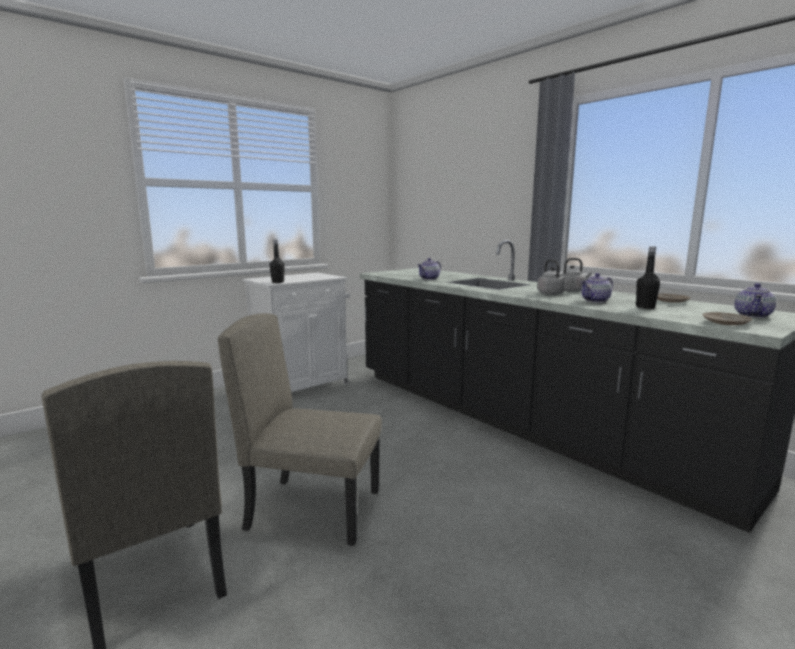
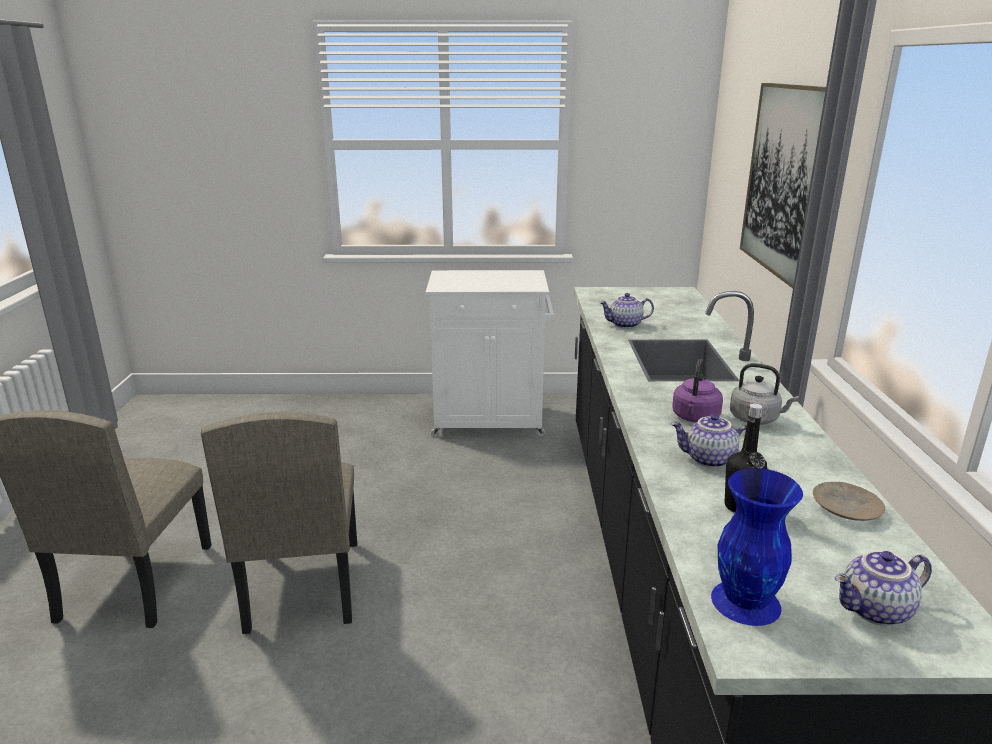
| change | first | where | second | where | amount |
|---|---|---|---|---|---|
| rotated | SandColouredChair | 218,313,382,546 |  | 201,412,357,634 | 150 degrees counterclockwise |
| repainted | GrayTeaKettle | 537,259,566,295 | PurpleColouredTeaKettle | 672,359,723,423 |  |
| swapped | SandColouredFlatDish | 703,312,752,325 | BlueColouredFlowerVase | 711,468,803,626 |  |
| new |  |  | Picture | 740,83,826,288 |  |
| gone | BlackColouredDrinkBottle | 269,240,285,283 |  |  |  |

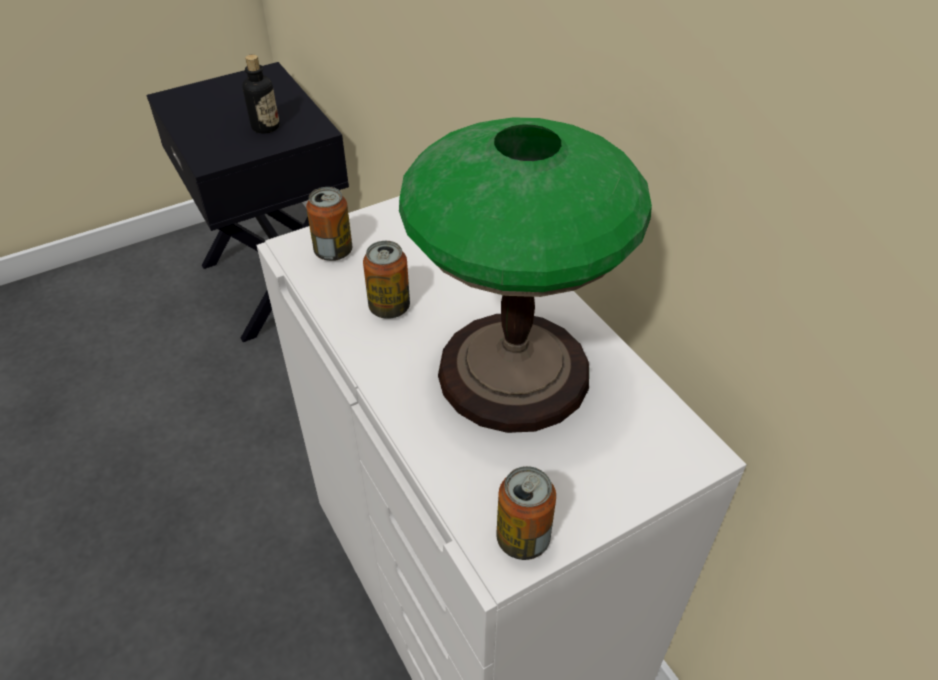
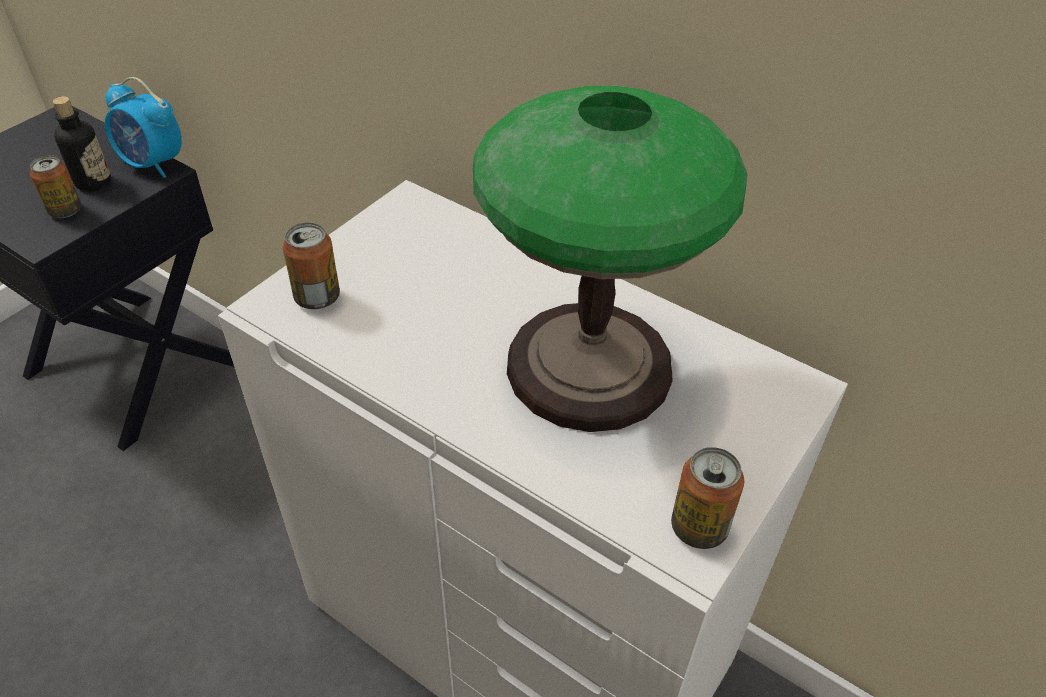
| change | first | where | second | where | amount |
|---|---|---|---|---|---|
| shifted | MetalCan | 363,241,410,319 |  | 30,155,81,218 |  |
| new |  |  | AlarmClock | 105,77,182,178 |  |

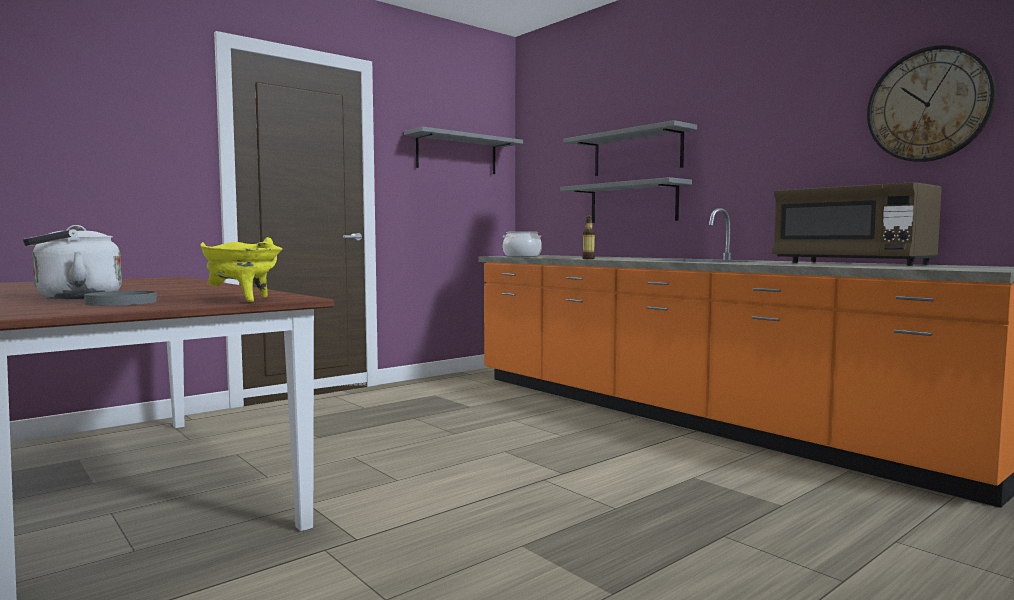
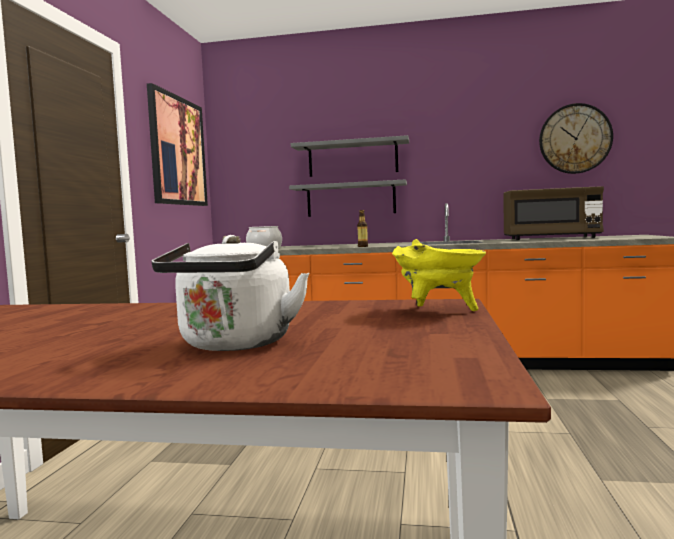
| change | first | where | second | where | amount |
|---|---|---|---|---|---|
| swapped | GrayBracketShelf | 404,127,523,174 | Picture | 147,83,208,206 |  |
| gone | GrayFlatDish | 84,291,157,306 |  |  |  |

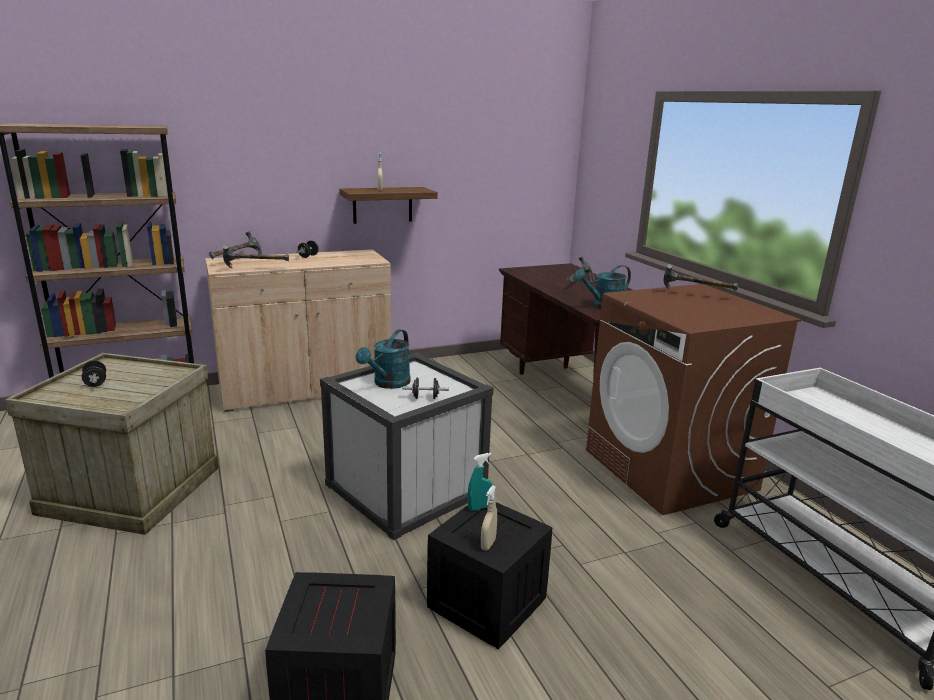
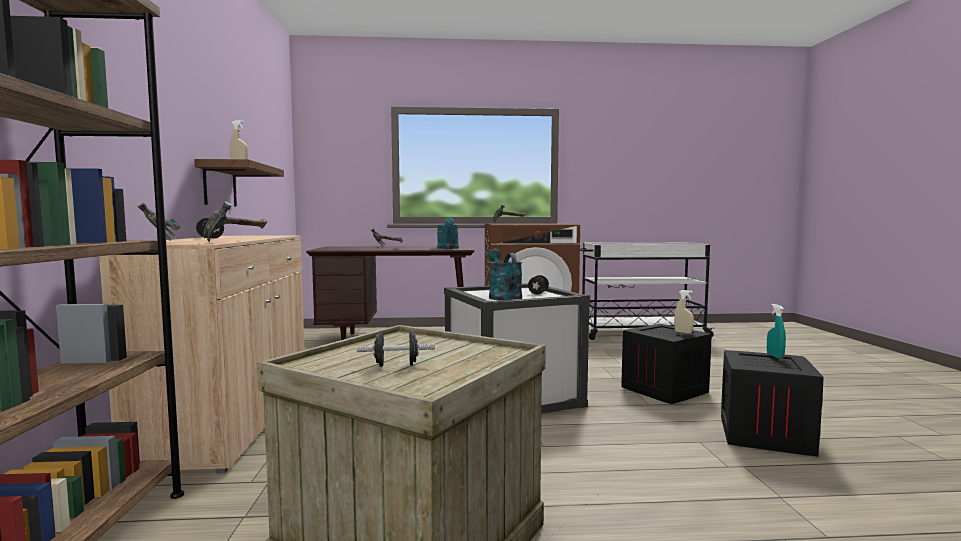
| change | first | where | second | where | amount |
|---|---|---|---|---|---|
| rotated | TurquoiseWateringPot | 355,329,411,389 |  | 488,249,522,300 | 150 degrees counterclockwise |
| shifted | TurquoiseSprayBottle | 468,453,493,511 |  | 767,304,786,359 |  |

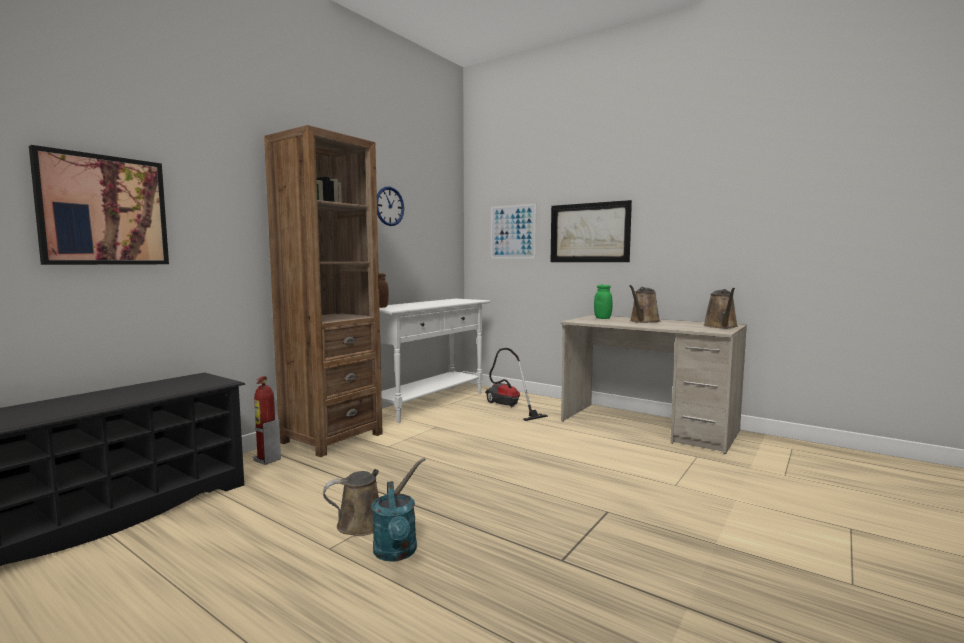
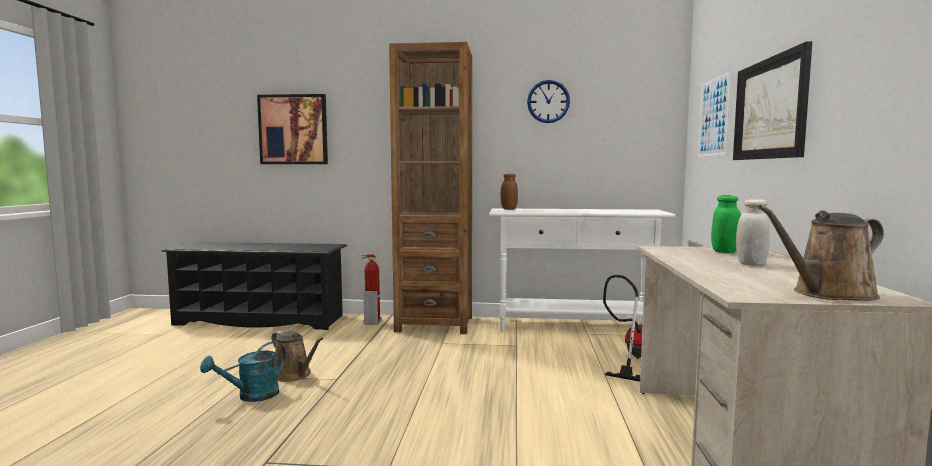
| change | first | where | second | where | amount |
|---|---|---|---|---|---|
| swapped | BrownColouredWateringPot | 629,285,660,323 | WhitishStorageJar | 736,199,770,266 |  |

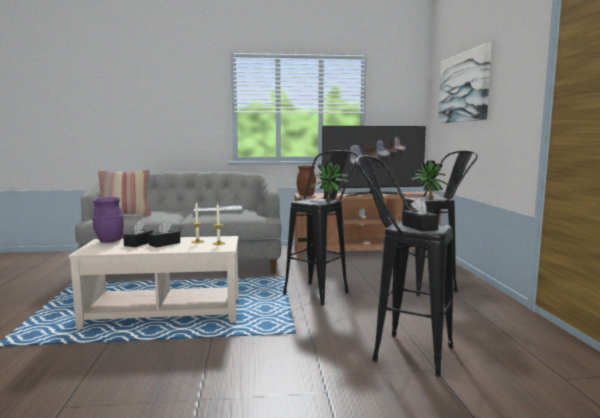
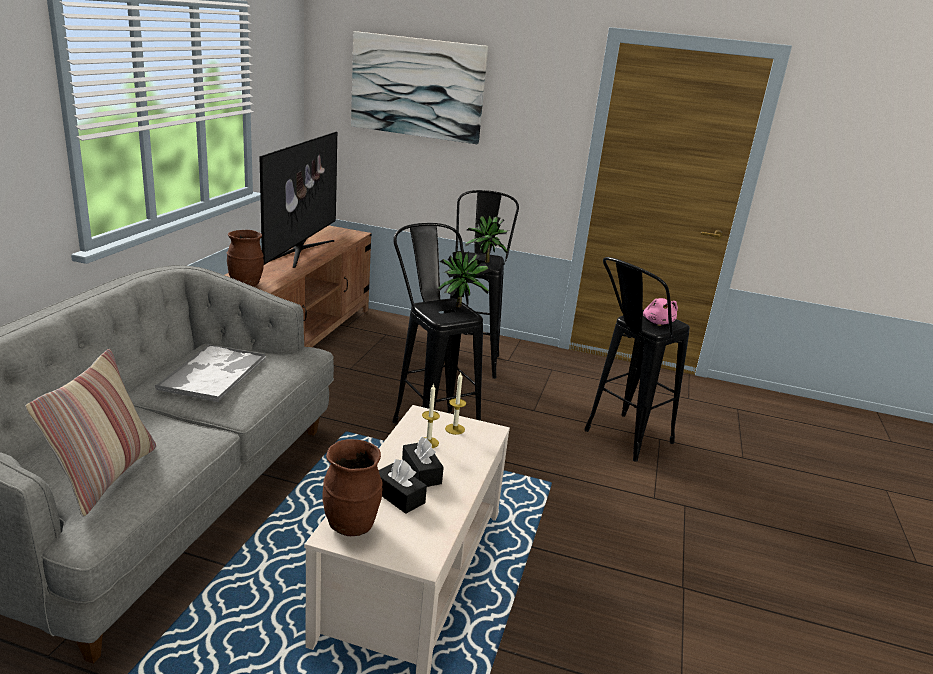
| change | first | where | second | where | amount |
|---|---|---|---|---|---|
| repainted | PurpleColouredFlowerVase | 92,197,124,243 | BrownColouredFlowerVase | 322,439,383,536 |  |
| swapped | BlackColouredTissueBox | 402,198,439,232 | PinkColouredPlushToy | 643,298,678,325 |  |

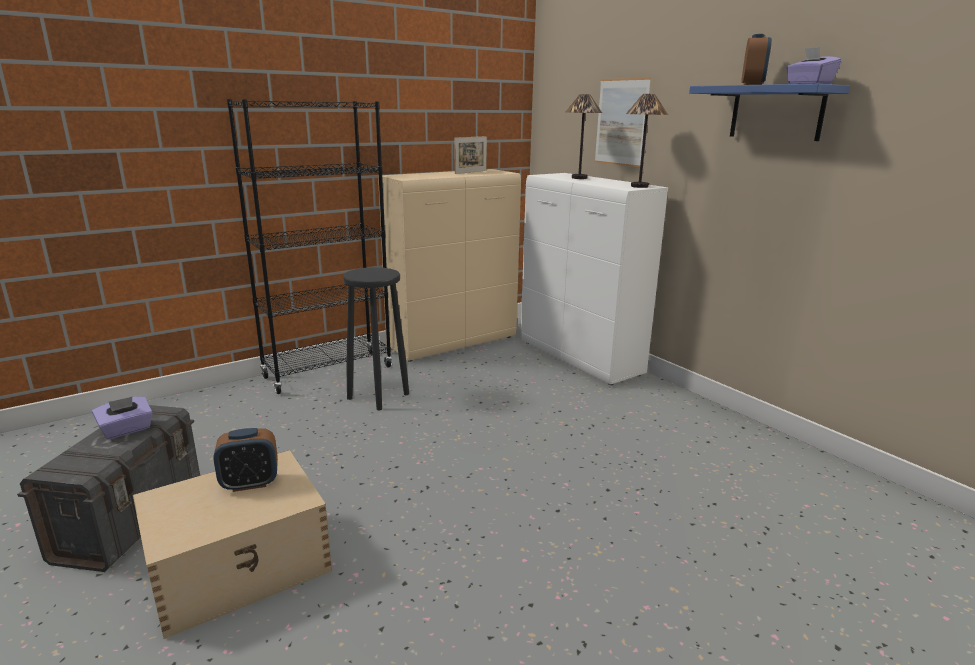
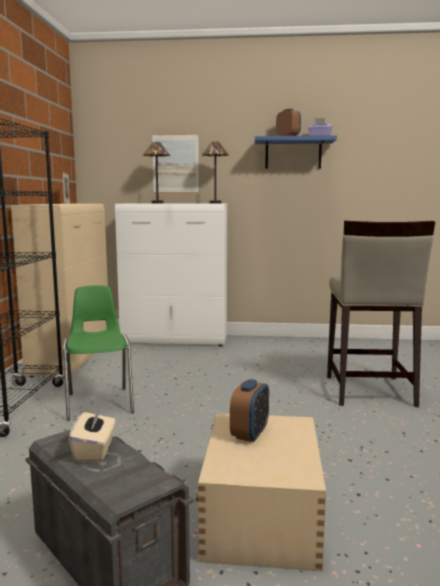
| change | first | where | second | where | amount |
|---|---|---|---|---|---|
| swapped | BlackColouredStoolSeat | 343,267,409,410 | GreenColouredChair | 63,285,134,421 |  |
| repainted | PurpleColouredTissueBox | 92,397,152,440 | SandColouredTissueBox | 69,407,116,462 |  |
| new |  |  | SandColouredStoolSeat | 327,221,435,407 |  |

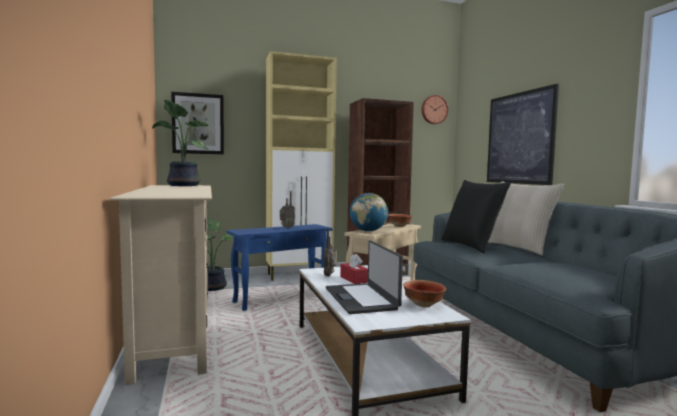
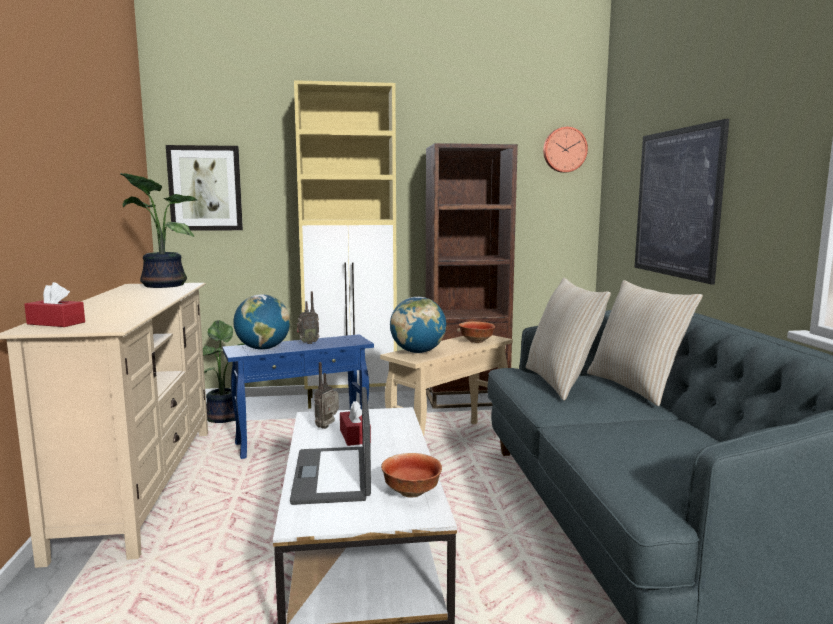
| change | first | where | second | where | amount |
|---|---|---|---|---|---|
| new |  |  | RedTissueBox | 24,282,85,327 |  |
| new |  |  | WorldGlobe | 233,294,290,350 |  |
| repainted | BlackColouredPillow | 441,180,511,254 | SandColouredPillow | 526,278,611,401 |  |

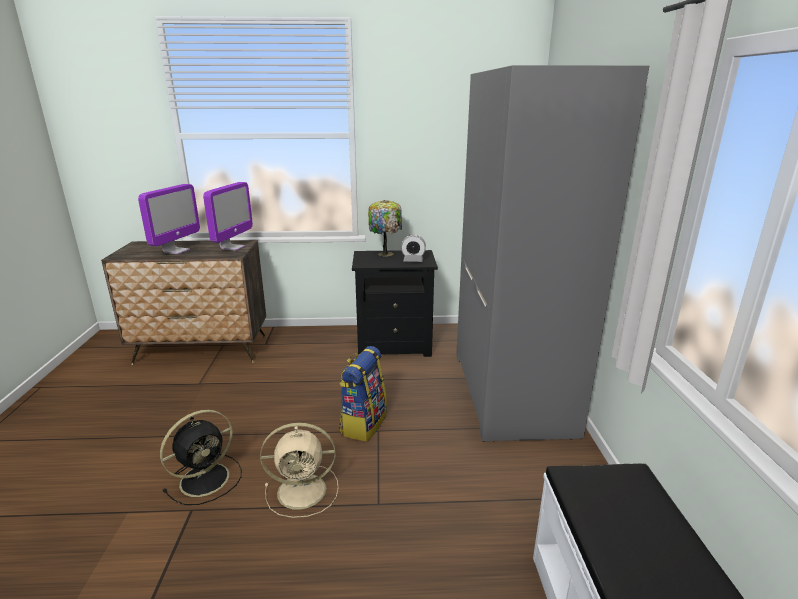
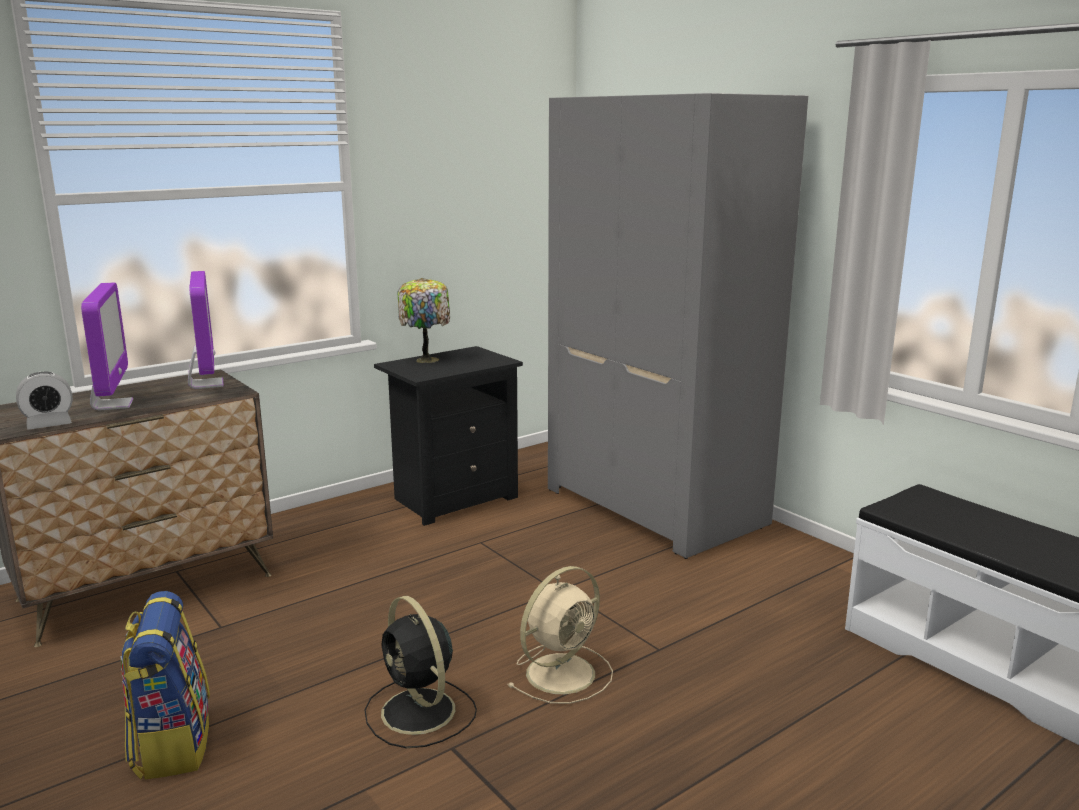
| change | first | where | second | where | amount |
|---|---|---|---|---|---|
| shifted | AlarmClock | 401,234,426,262 |  | 16,372,73,430 |  |
| shifted | Backpack | 339,346,387,442 |  | 120,591,210,780 |  |
| rotated | BlackColouredElectricFan | 160,410,242,505 |  | 364,596,477,748 | 135 degrees clockwise |

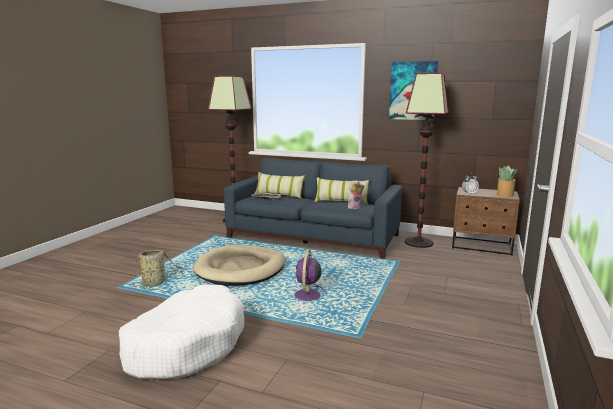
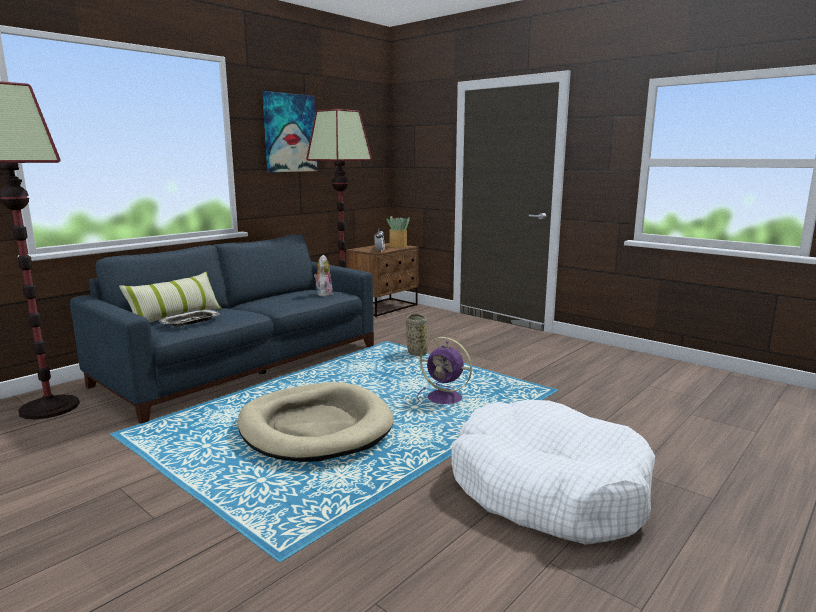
| change | first | where | second | where | amount |
|---|---|---|---|---|---|
| shifted | Basket | 132,250,184,288 |  | 398,314,440,359 |  |
| gone | Pillow | 314,177,370,205 |  |  |  |

